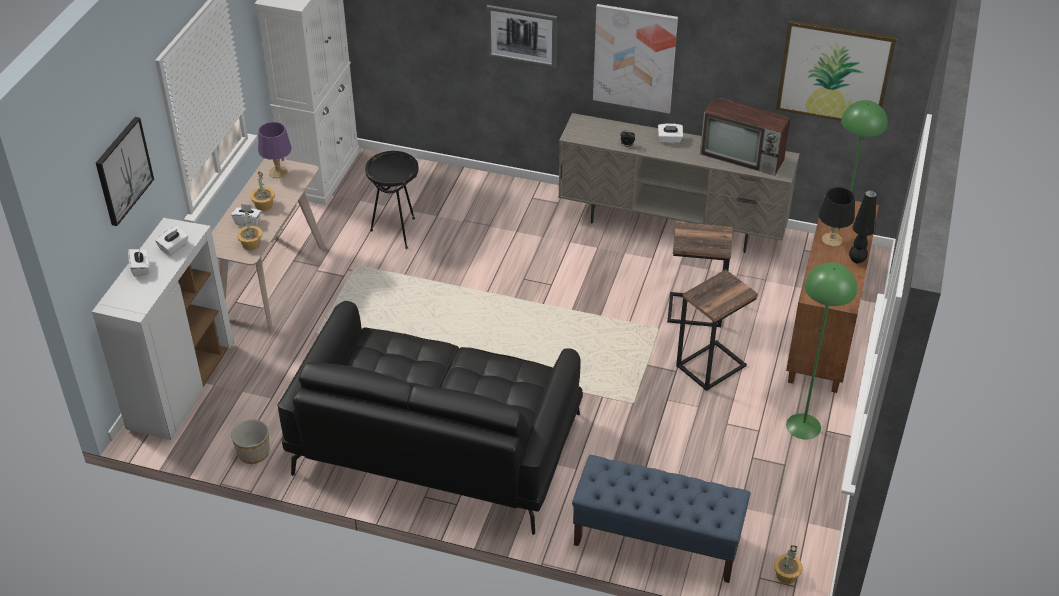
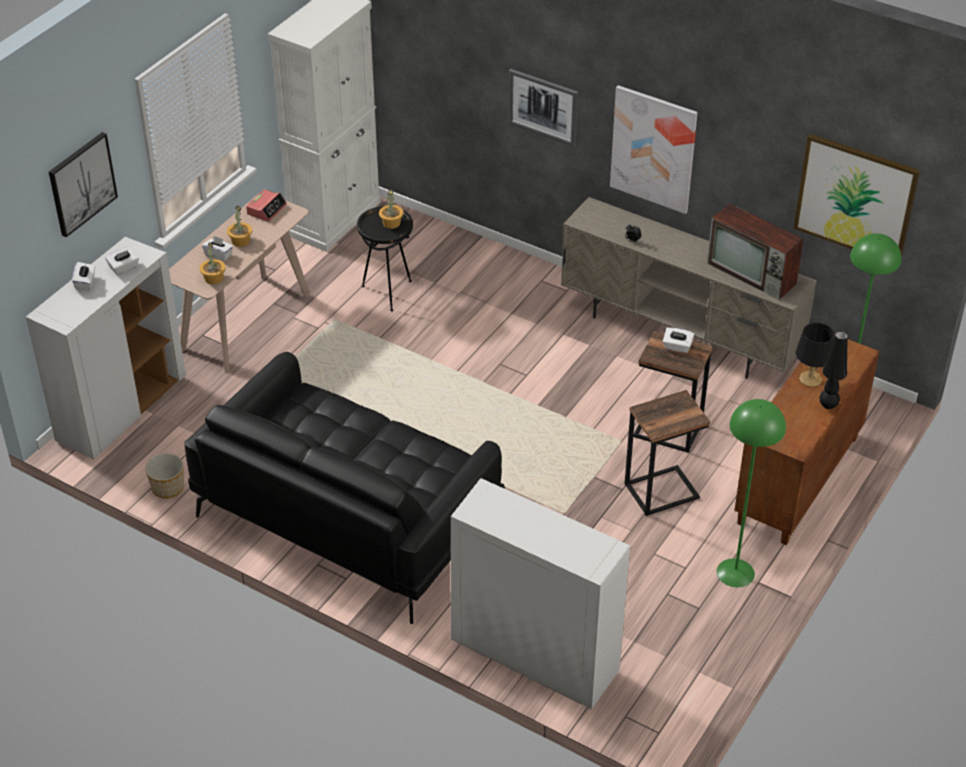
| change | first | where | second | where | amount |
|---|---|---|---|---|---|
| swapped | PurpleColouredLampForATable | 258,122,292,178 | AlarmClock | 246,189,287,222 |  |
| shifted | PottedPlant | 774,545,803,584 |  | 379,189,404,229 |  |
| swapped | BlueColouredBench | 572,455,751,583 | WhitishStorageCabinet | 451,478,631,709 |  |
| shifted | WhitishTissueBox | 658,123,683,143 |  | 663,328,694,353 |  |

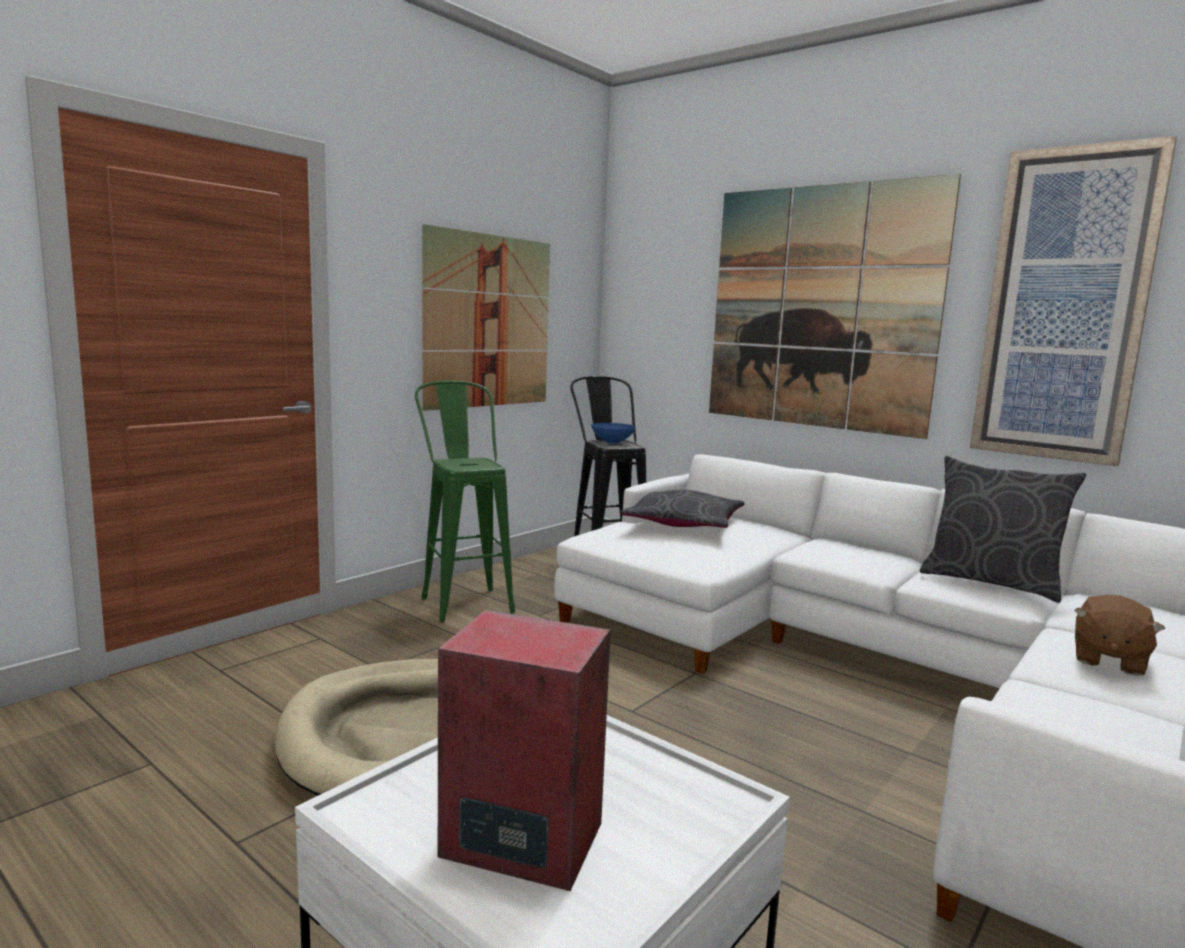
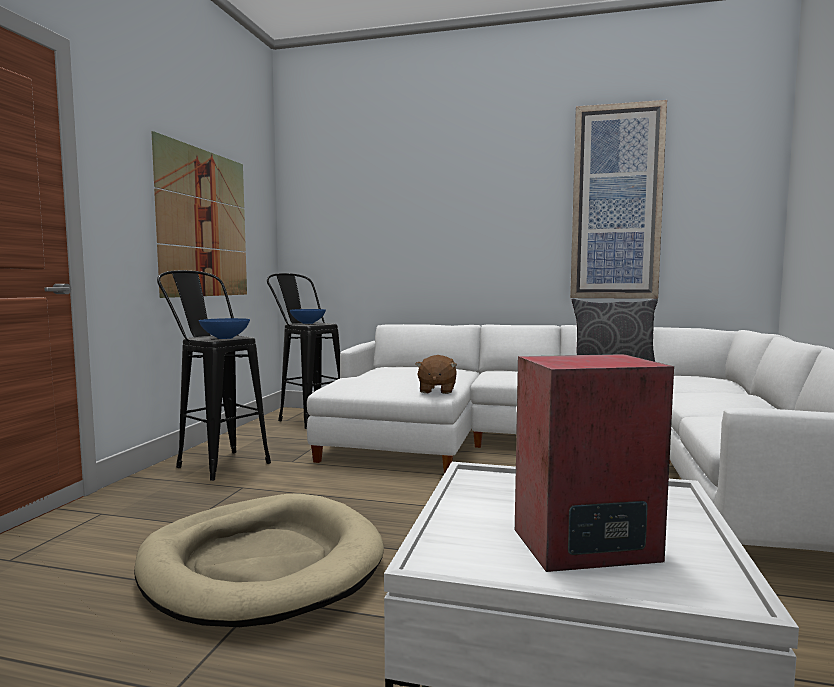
| change | first | where | second | where | amount |
|---|---|---|---|---|---|
| repainted | GreenColouredStoolSeat | 415,381,515,623 | BlackColouredStoolSeat | 157,270,271,481 |  |
| new |  |  | BlueColouredDeepDish | 199,318,250,339 |  |
| shifted | BrownColouredPlushToy | 1074,595,1165,676 |  | 416,355,457,394 |  |
| gone | GrayPillow | 620,490,744,528 |  |  |  |
| gone | Picture | 709,174,961,439 |  |  |  |

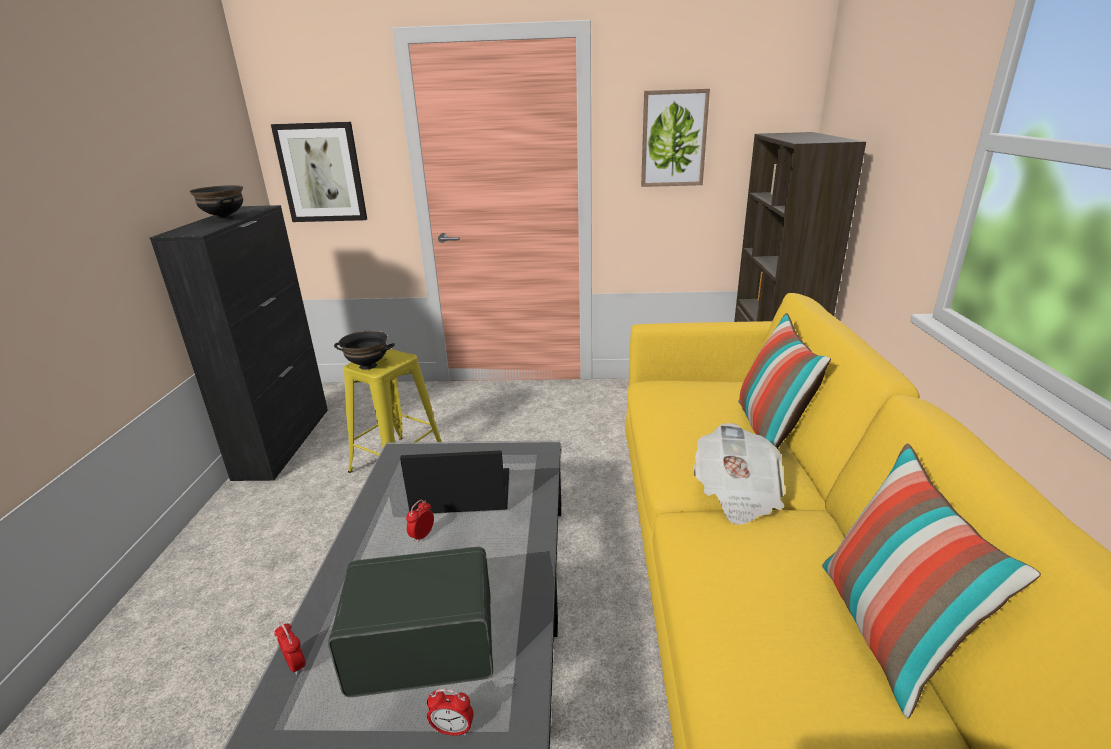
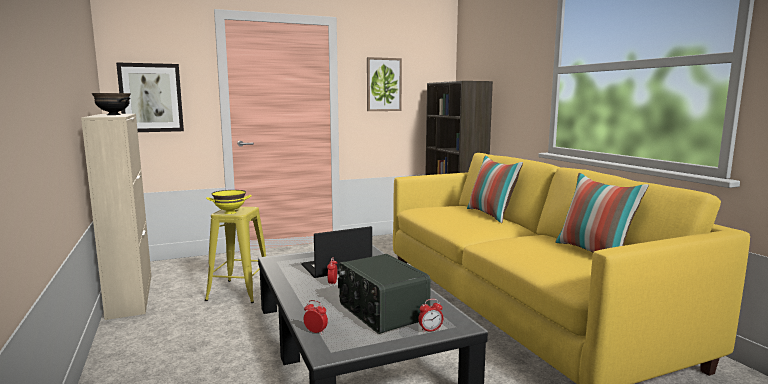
| change | first | where | second | where | amount |
|---|---|---|---|---|---|
| repainted | BlackColouredStorageCabinet | 150,205,328,481 | SandColouredStorageCabinet | 81,114,151,320 |  |
| repainted | BlackColouredDeepDish | 334,330,395,370 | YellowColouredDeepDish | 206,190,252,214 |  |
| rotated | Radio | 328,547,493,697 |  | 338,254,431,334 | 90 degrees counterclockwise |
| gone | Newspaper | 693,423,785,525 |  |  |  |

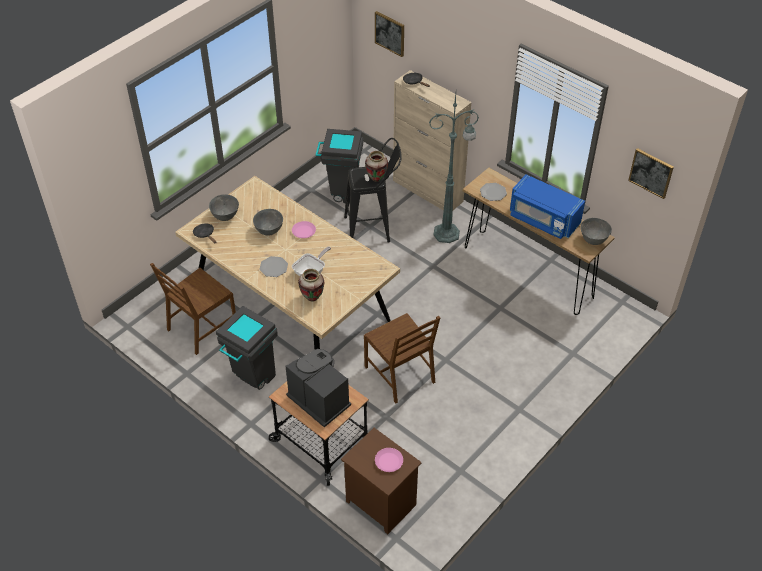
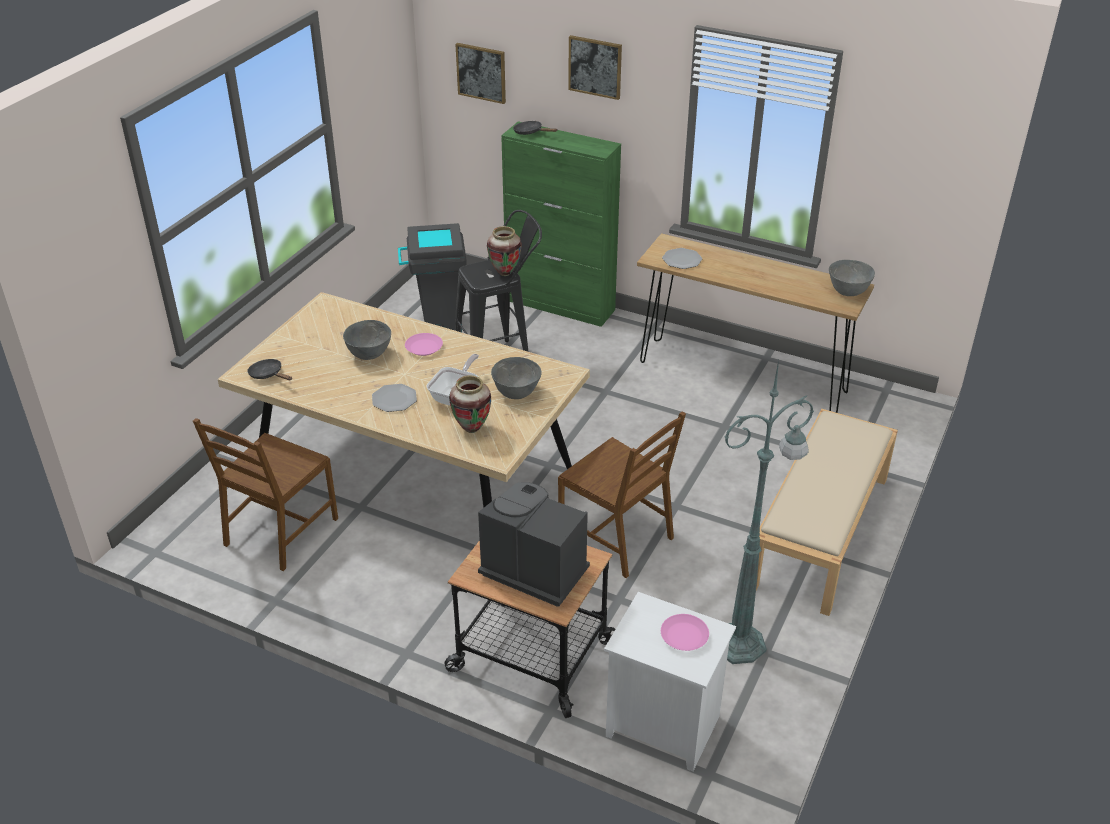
| change | first | where | second | where | amount |
|---|---|---|---|---|---|
| shifted | GrayDeepDish | 209,194,239,221 |  | 491,357,542,399 |  |
| repainted | SandColouredStorageCabinet | 393,70,472,211 | GreenColouredStorageCabinet | 501,121,621,327 |  |
| shifted | Picture | 628,148,674,199 |  | 568,35,622,100 |  |
| repainted | BrownColouredNightTable | 341,428,422,534 | WhitishNightTable | 604,592,736,771 |  |
| shifted | GreenColouredStandingLamp | 429,94,479,243 |  | 724,360,814,664 |  |
| new |  |  | SandColouredBench | 756,409,898,616 |  |
| gone | GrayRubbishBin | 216,306,278,390 |  |  |  |
| gone | BlueColouredMicrowaveOven | 510,174,585,239 |  |  |  |

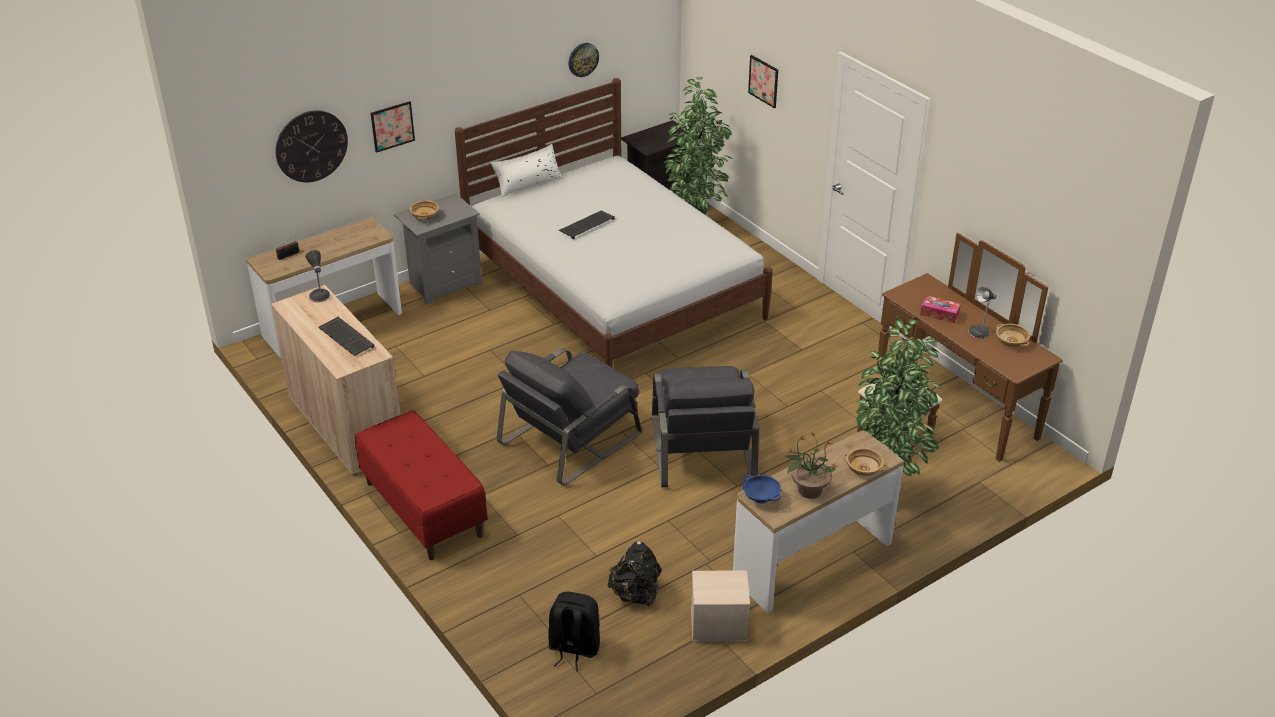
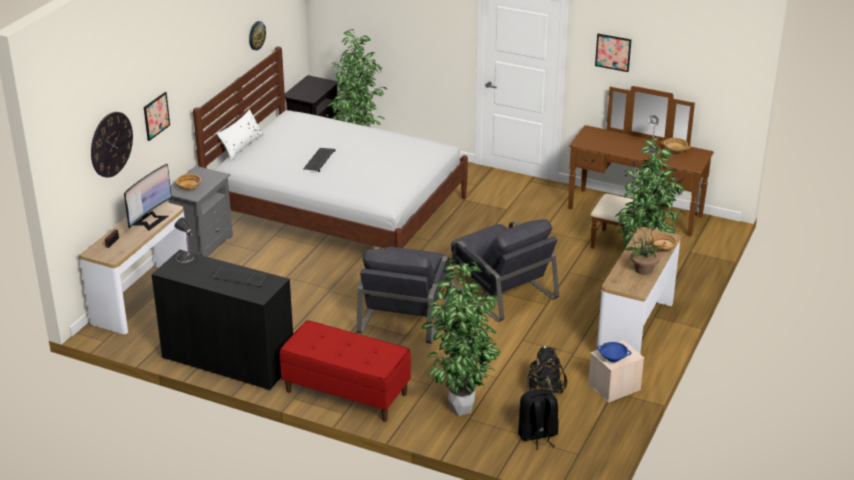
| change | first | where | second | where | amount |
|---|---|---|---|---|---|
| new |  |  | ComputerDisplay | 124,164,172,231 |  |
| repainted | SandColouredStorageCabinet | 271,285,401,476 | BlackColouredStorageCabinet | 151,250,293,391 |  |
| new |  |  | PottedPlant | 421,259,501,416 |  |
| shifted | Picture | 748,55,778,108 |  | 595,34,631,72 |  |
| shifted | BlueColouredDeepDish | 742,475,782,504 |  | 597,342,632,363 |  |
| gone | TissueBox | 920,295,961,323 |  |  |  |

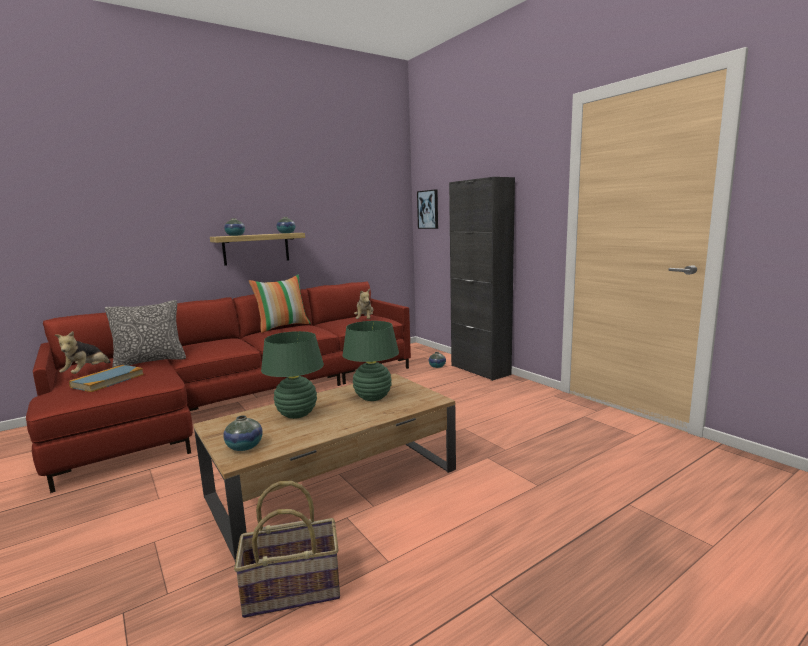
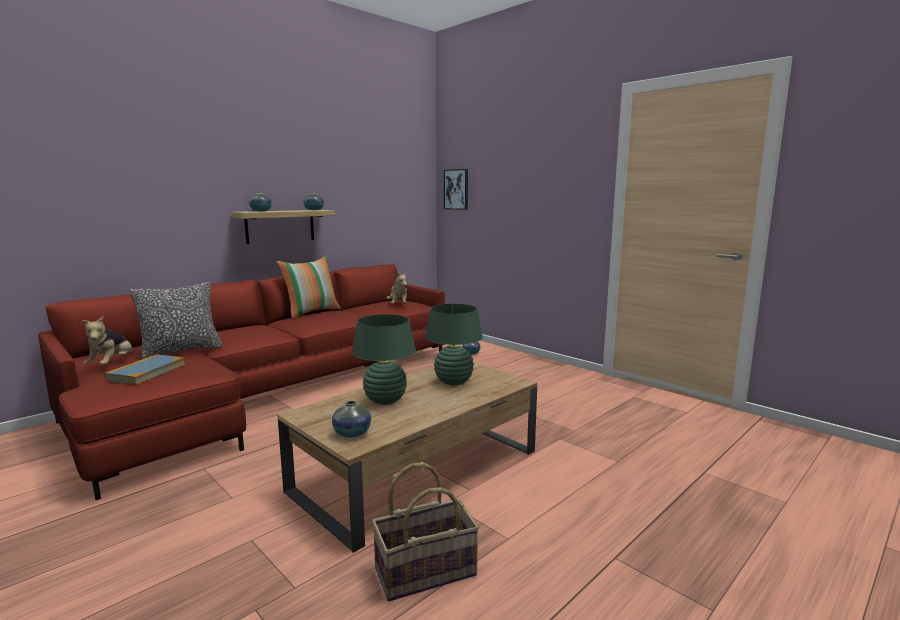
| change | first | where | second | where | amount |
|---|---|---|---|---|---|
| gone | BlackColouredStorageCabinet | 449,177,515,381 |  |  |  |

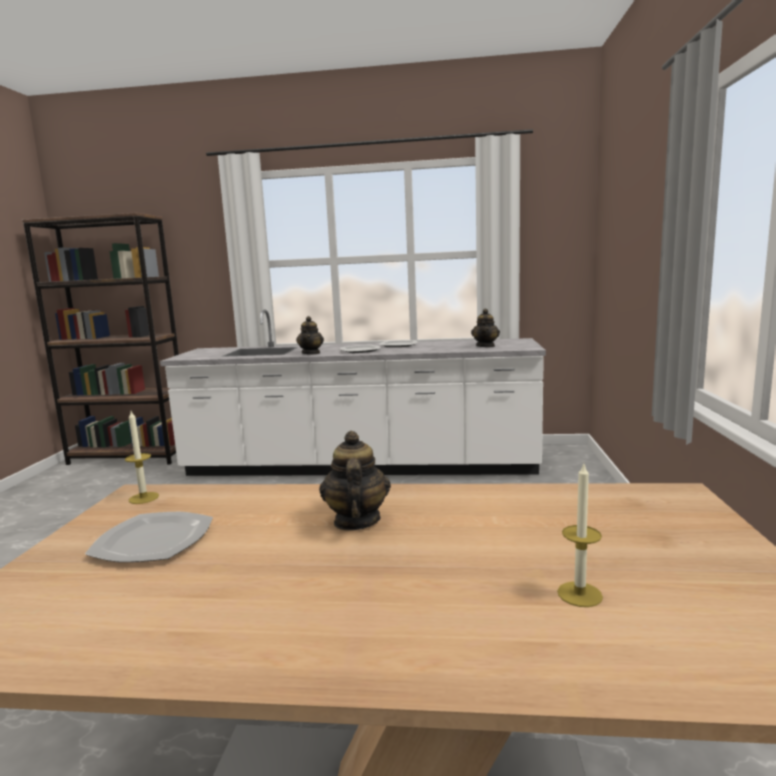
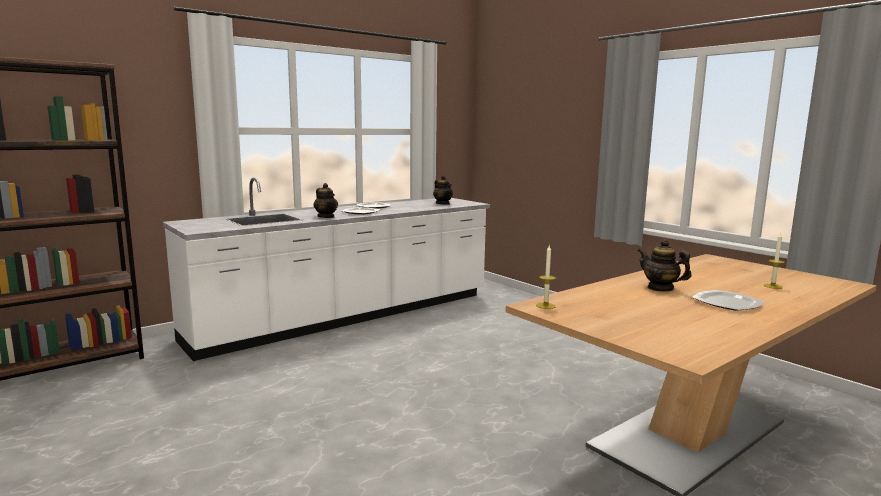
| change | first | where | second | where | amount |
|---|---|---|---|---|---|
| shifted | FlatDish | 85,512,213,562 |  | 692,290,764,311 |  |

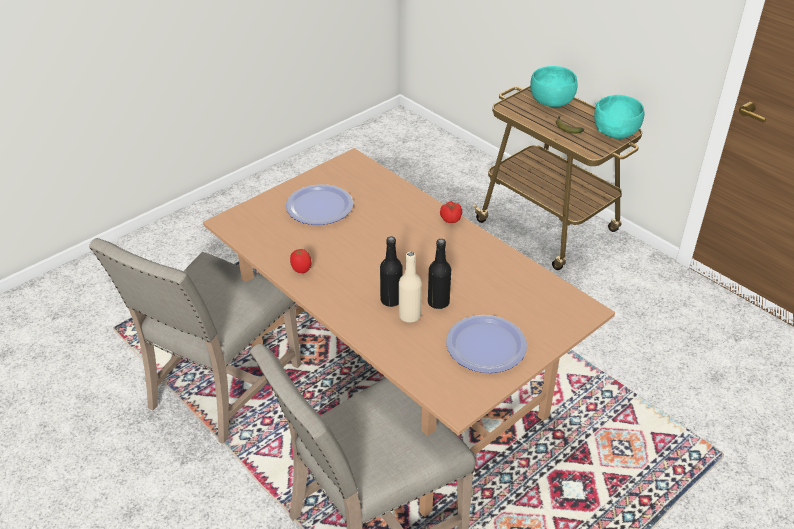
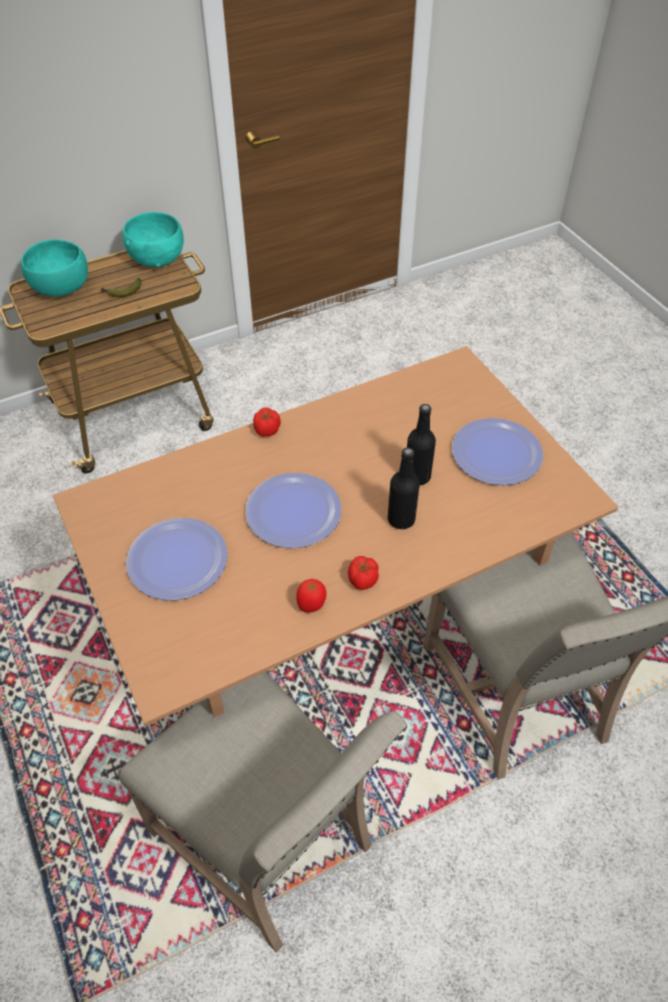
| change | first | where | second | where | amount |
|---|---|---|---|---|---|
| new |  |  | FlatDish | 245,473,342,548 |  |
| new |  |  | Tomato | 348,556,379,590 |  |
| gone | SandColouredDrinkBottle | 399,252,422,323 |  |  |  |

